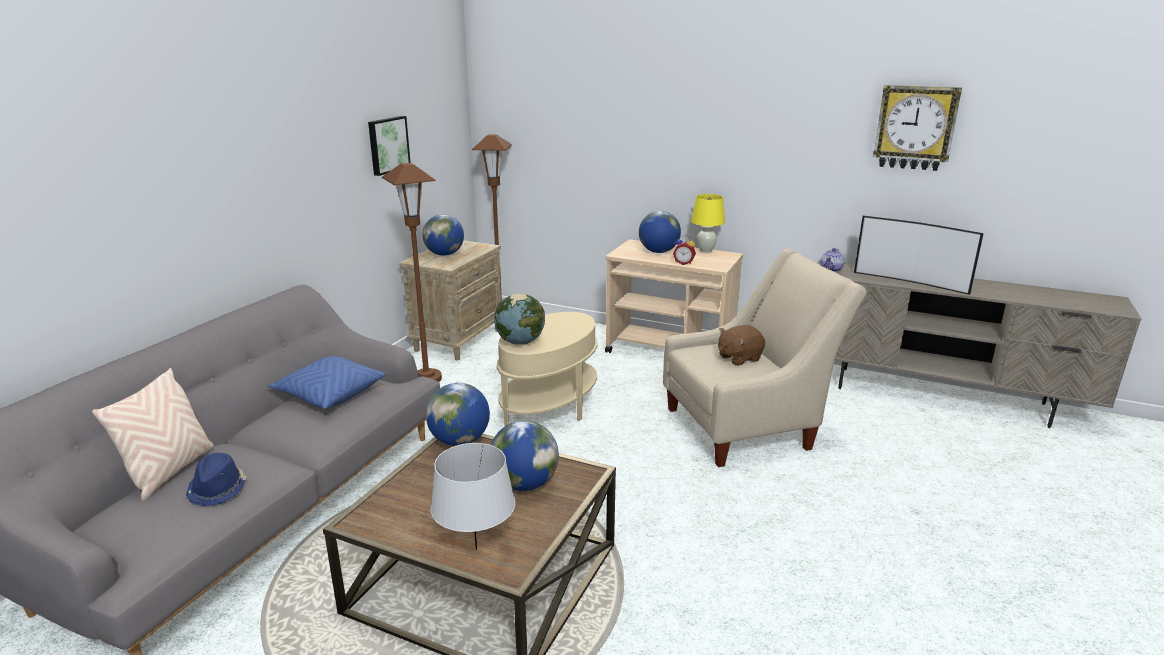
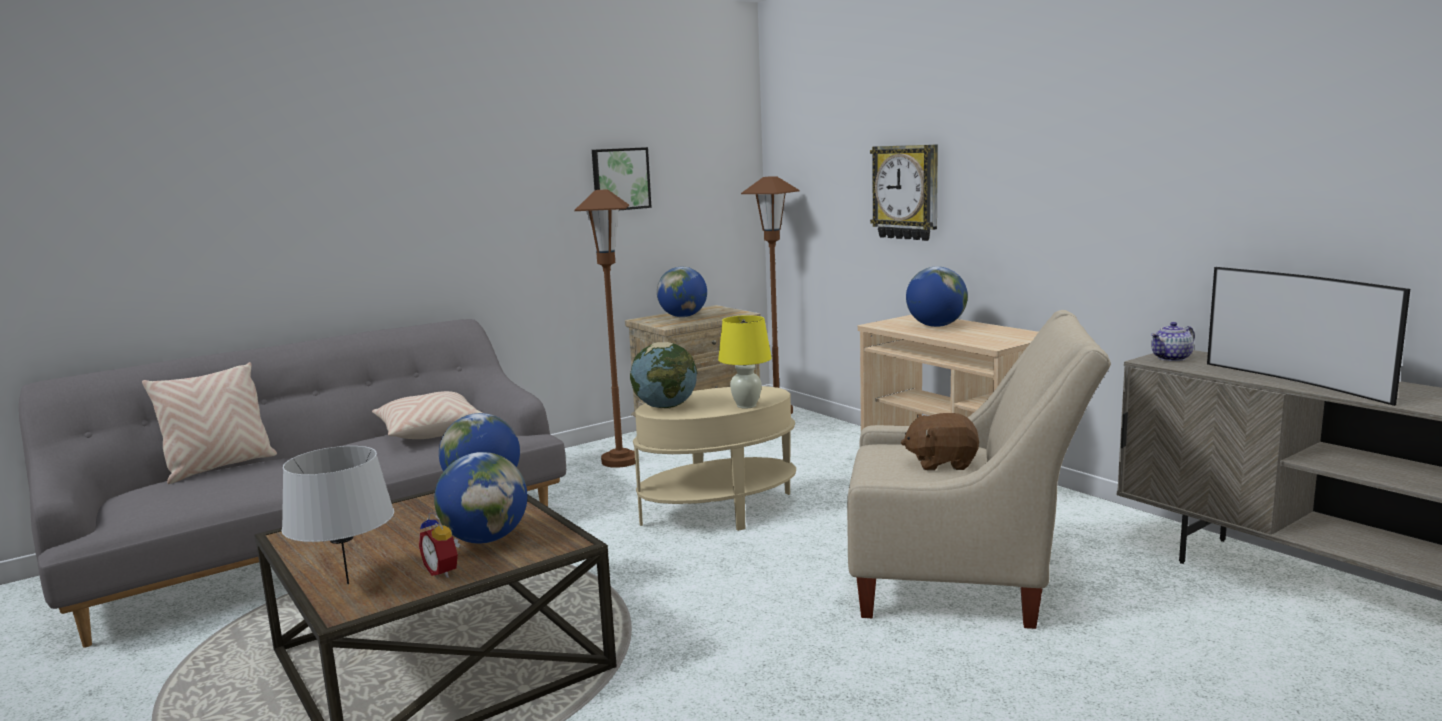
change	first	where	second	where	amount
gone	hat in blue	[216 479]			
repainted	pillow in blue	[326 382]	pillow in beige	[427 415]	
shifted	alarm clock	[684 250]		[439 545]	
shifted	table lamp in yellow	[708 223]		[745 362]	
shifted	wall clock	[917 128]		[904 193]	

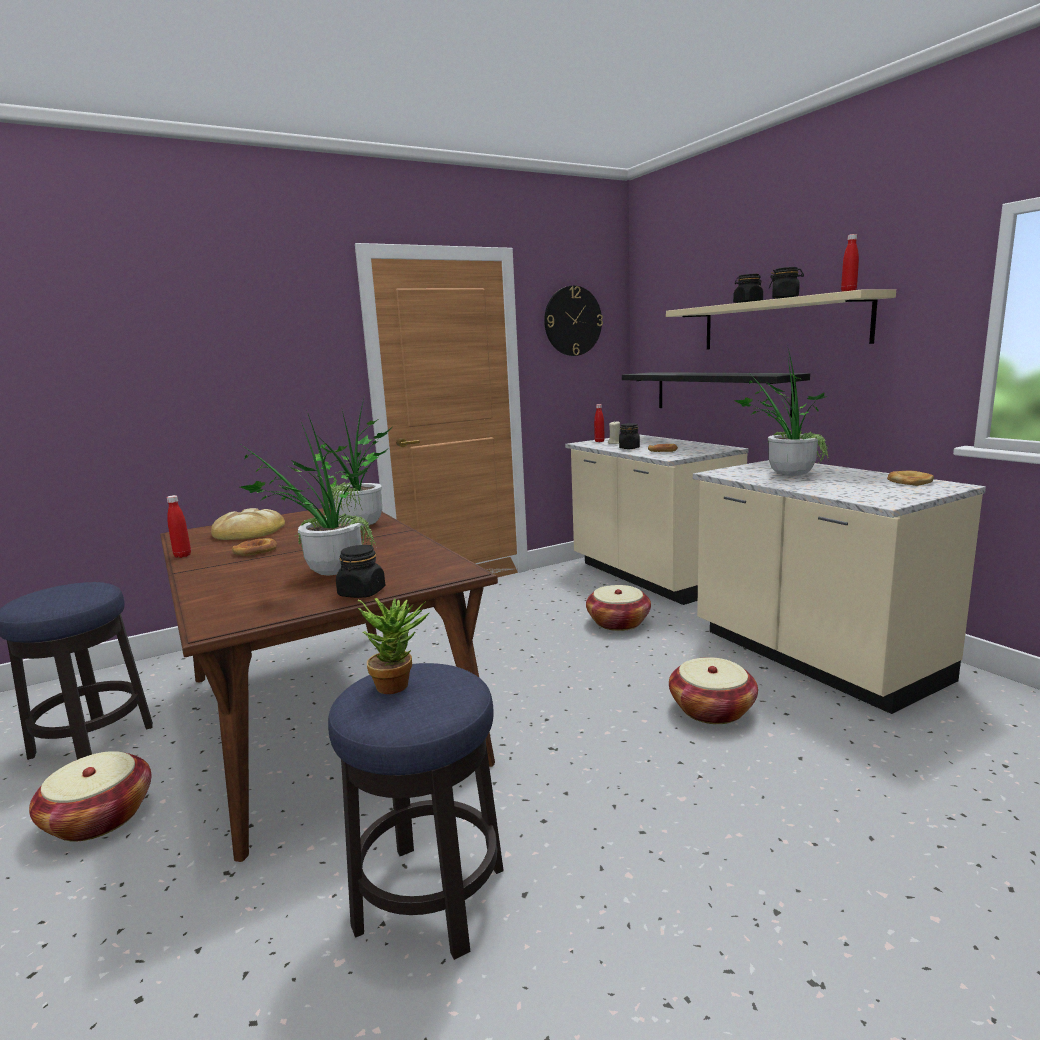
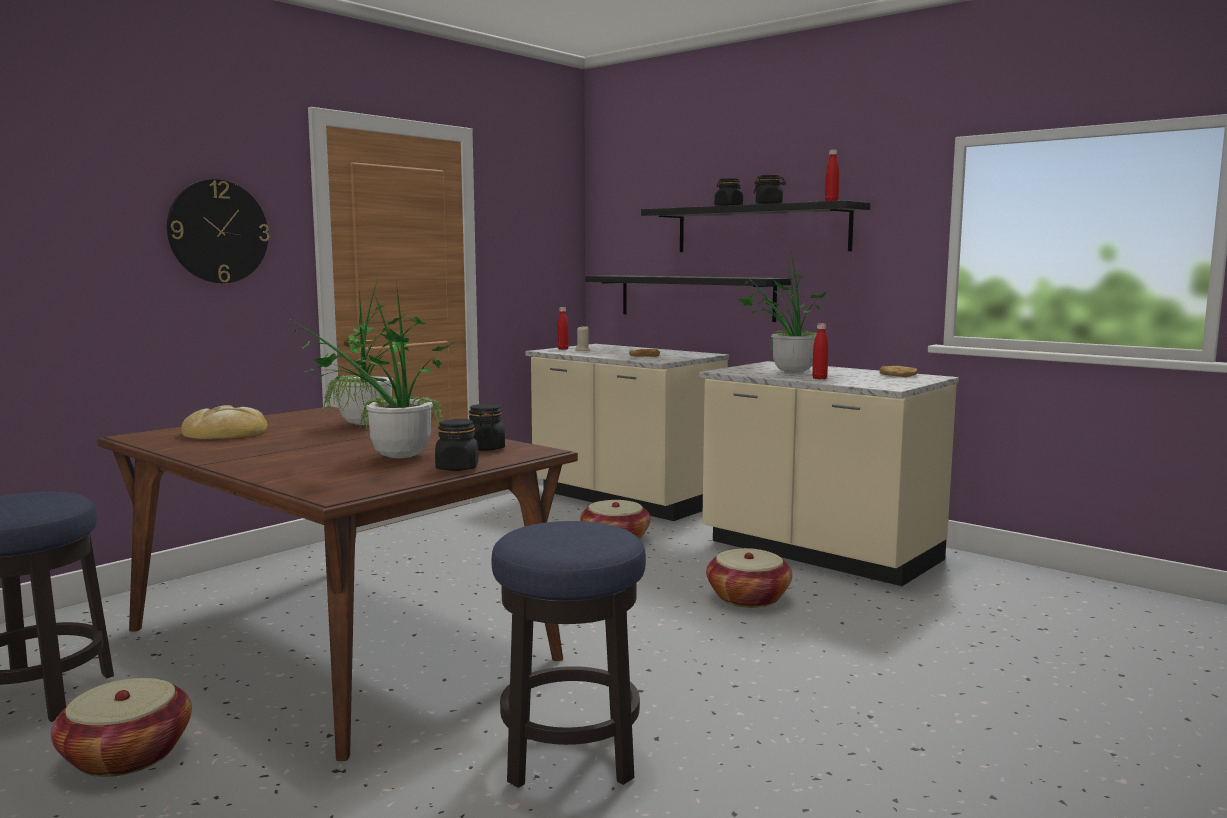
change	first	where	second	where	amount
shifted	bottle in red	[179 526]		[820 351]	
gone	bread	[254 547]			
gone	potted plant	[393 646]			
shifted	wall clock	[573 321]		[218 231]	
shifted	jar in black	[629 436]		[486 427]	
repainted	shelf in beige	[781 319]	shelf in black	[755 226]	

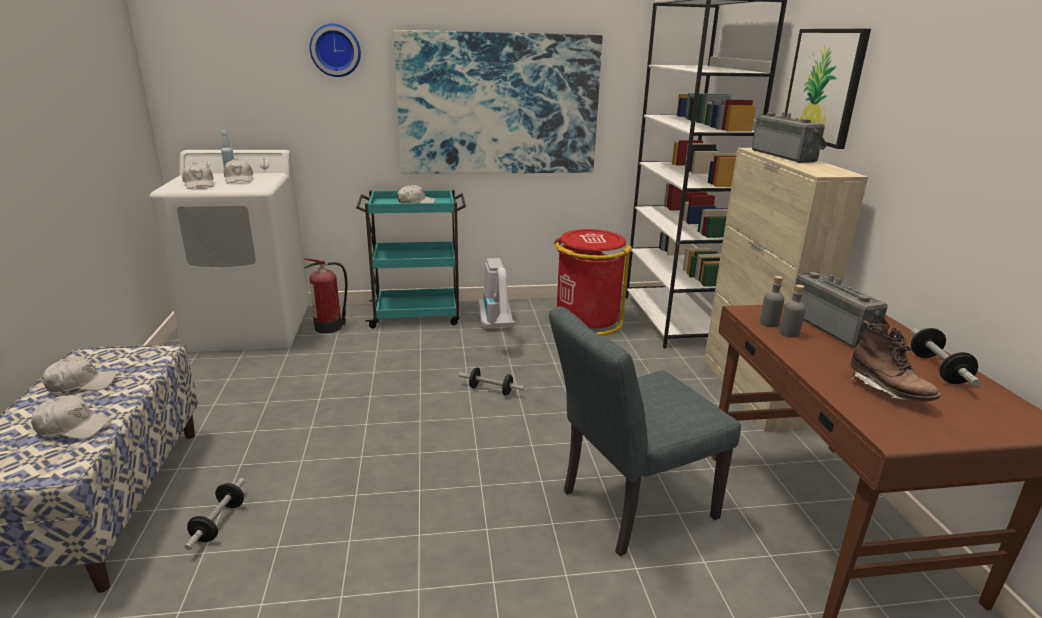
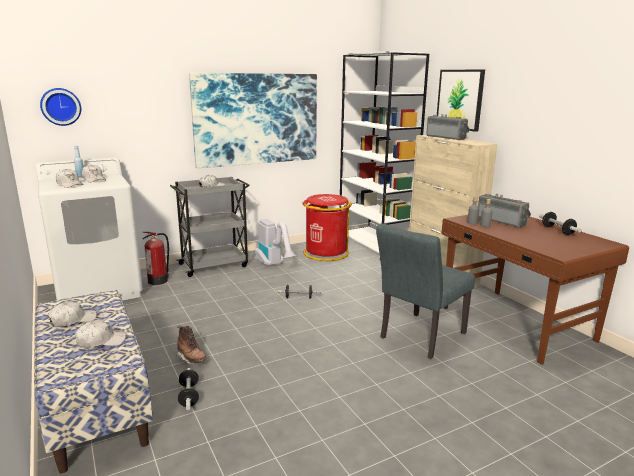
change	first	where	second	where	amount
shifted	wall clock	[335 50]		[60 107]	
repainted	cart in turquoise	[411 259]	cart in grey	[210 227]	
shifted	boot in brown	[895 360]		[191 344]	

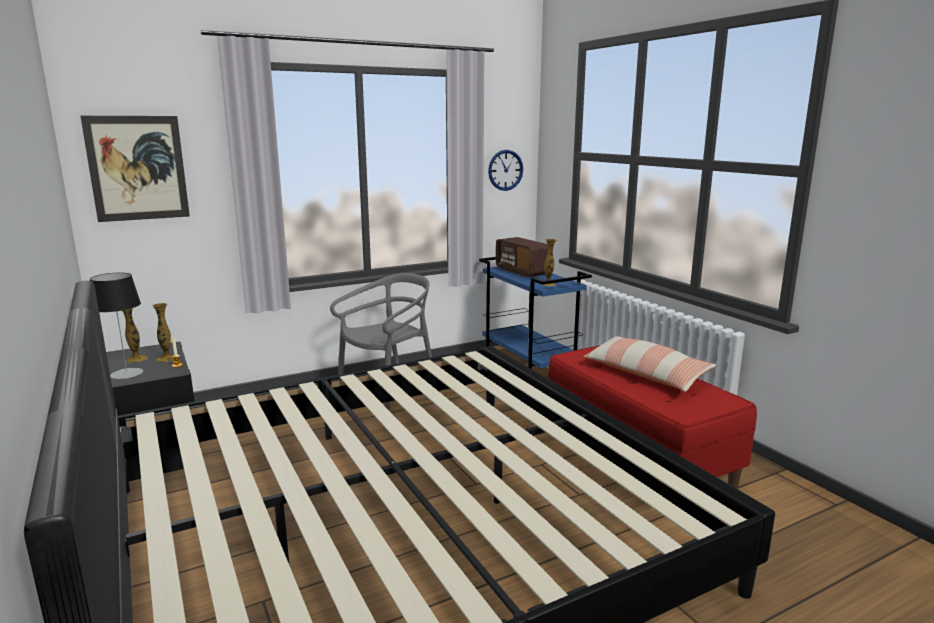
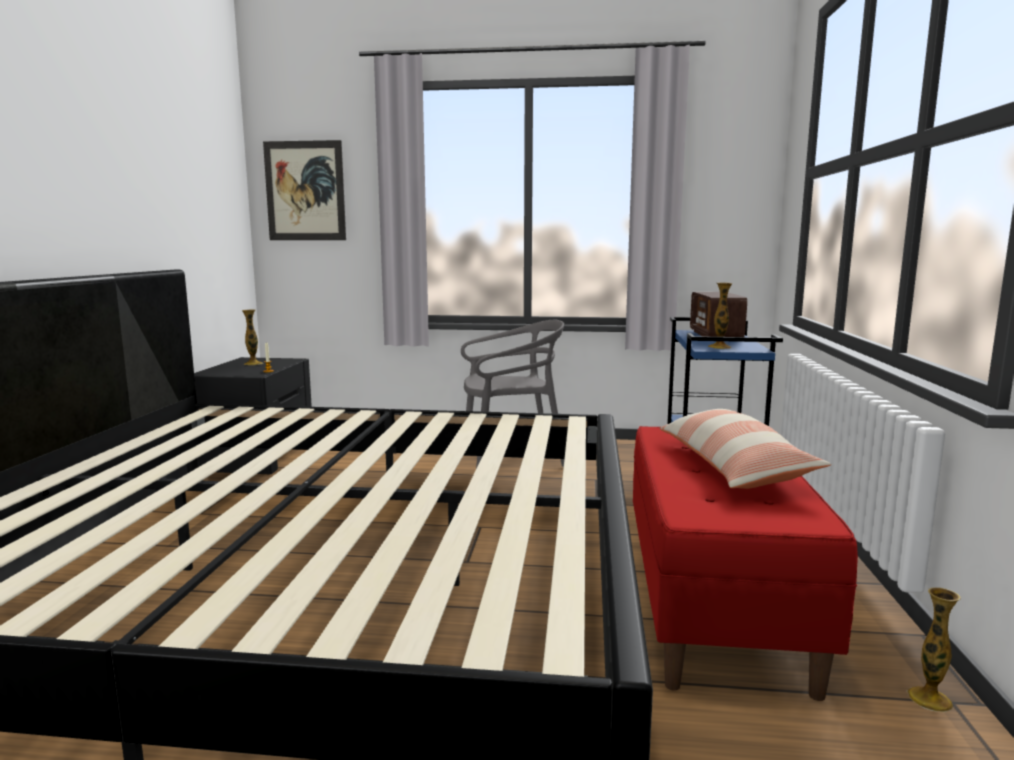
change	first	where	second	where	amount
gone	table lamp	[116 326]			
shifted	vase	[163 332]		[934 649]	
gone	wall clock	[505 170]			

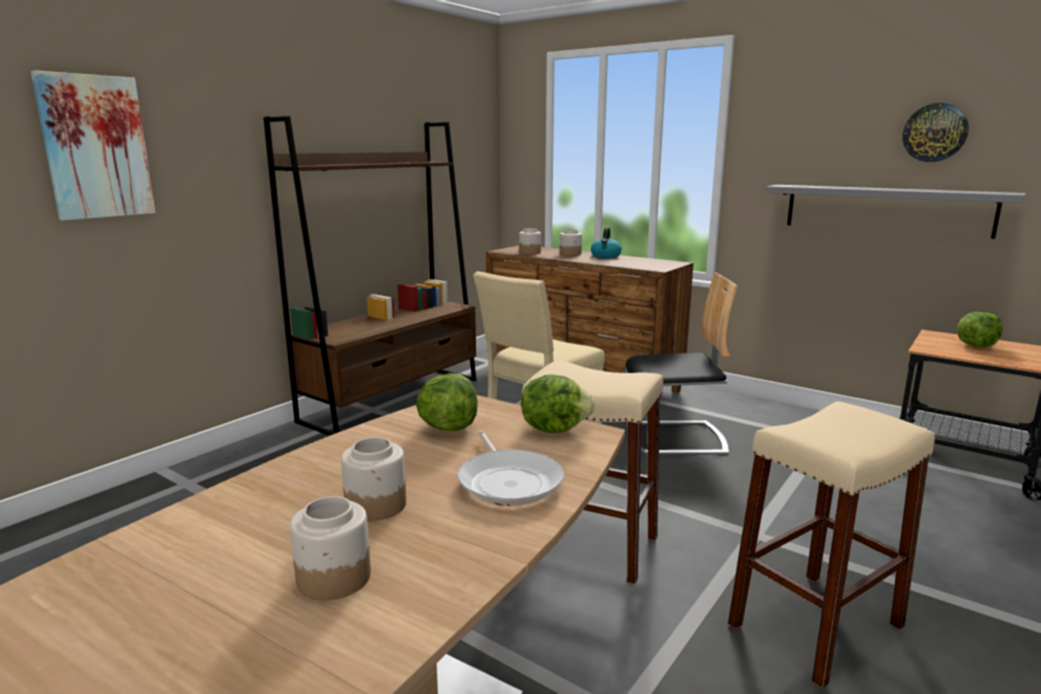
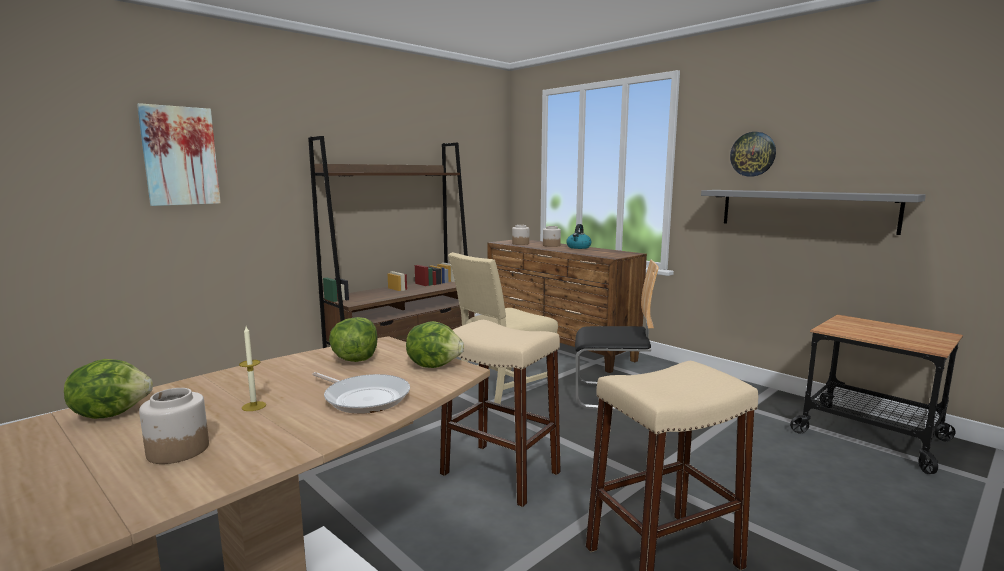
change	first	where	second	where	amount
swapped	jar	[373 479]	candle	[252 368]	
rotated	frying pan	[511 468]		[361 393]	45 degrees counterclockwise
shifted	wall clock	[935 132]		[753 154]	
shifted	lettuce	[980 330]		[108 389]	

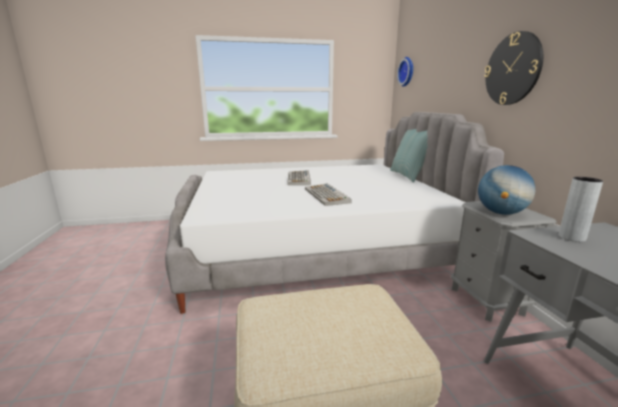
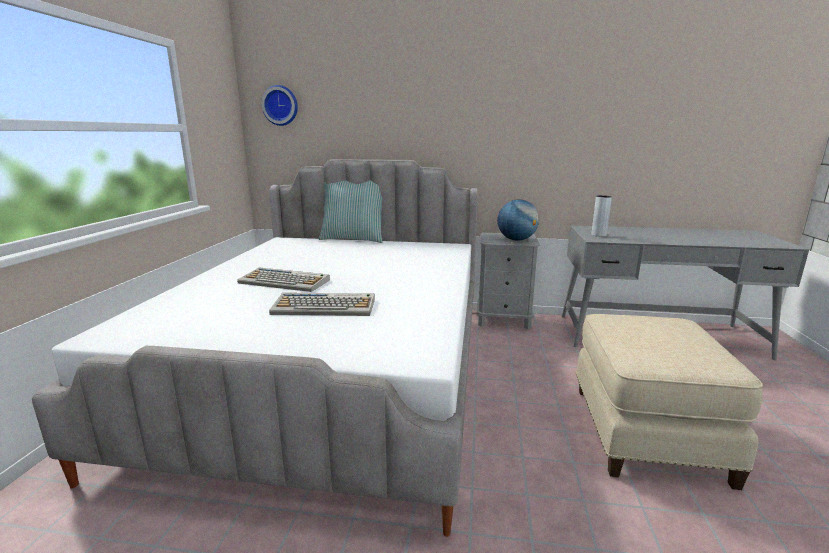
change	first	where	second	where	amount
shifted	keyboard	[328 195]		[322 304]	
gone	wall clock	[513 68]			

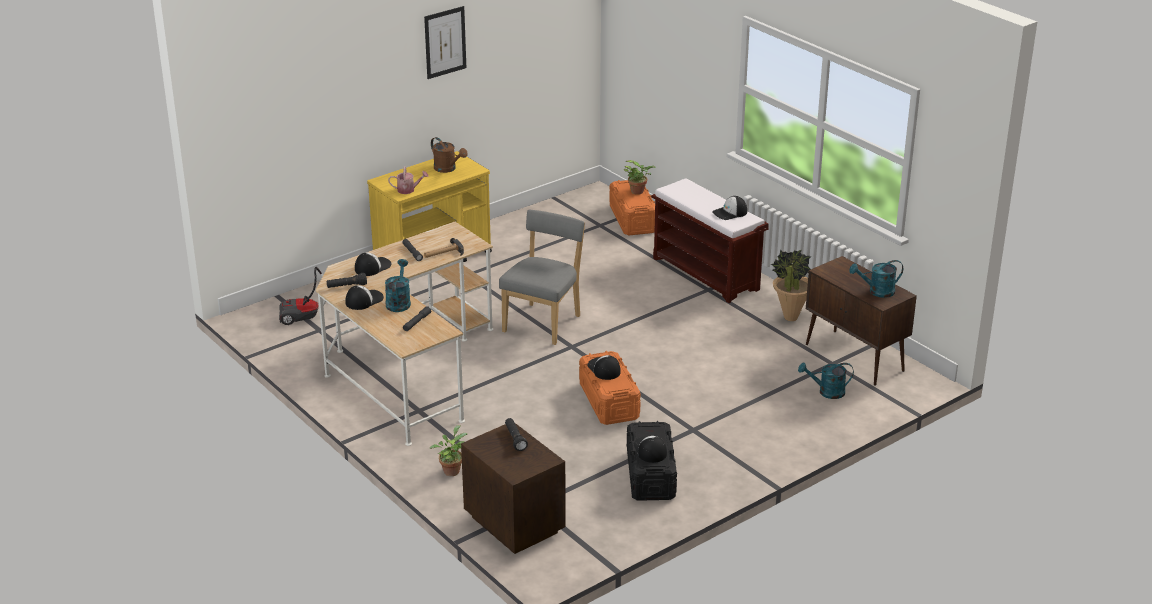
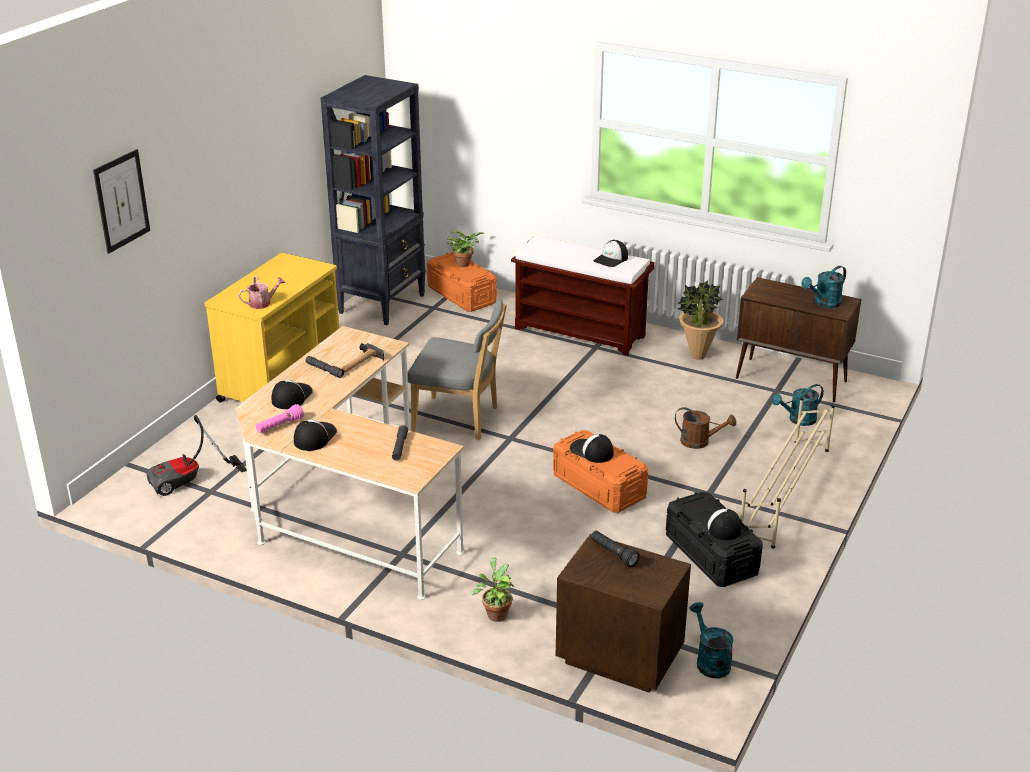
change	first	where	second	where	amount
repainted	flashlight in black	[347 280]	flashlight in pink	[280 418]	
shifted	watering can in turquoise	[398 285]		[711 640]	
shifted	picture	[445 42]		[121 201]	
shifted	watering can in brown	[449 155]		[705 428]	
rotated	chair in grey	[542 277]		[457 369]	105 degrees clockwise
new			bookcase in black	[373 200]	
new			shoe rack in beige	[787 473]	

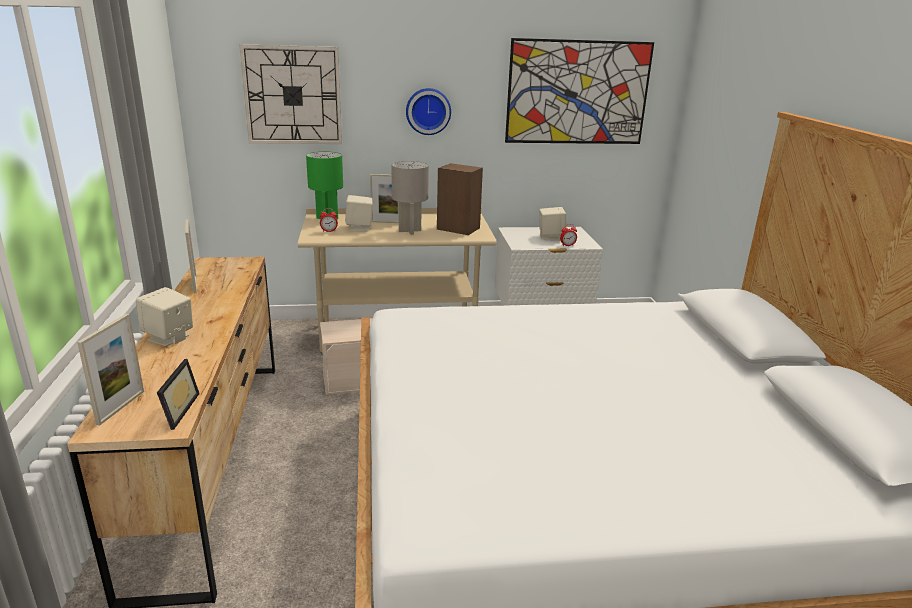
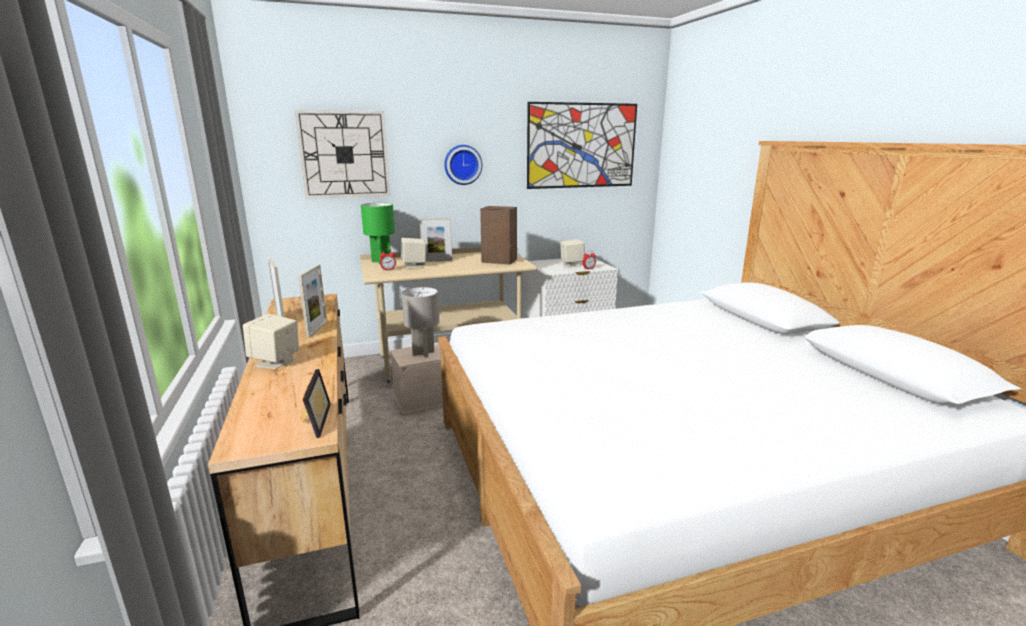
change	first	where	second	where	amount
shifted	picture frame	[110 370]		[312 301]	
shifted	table lamp in grey	[410 198]		[420 322]	

